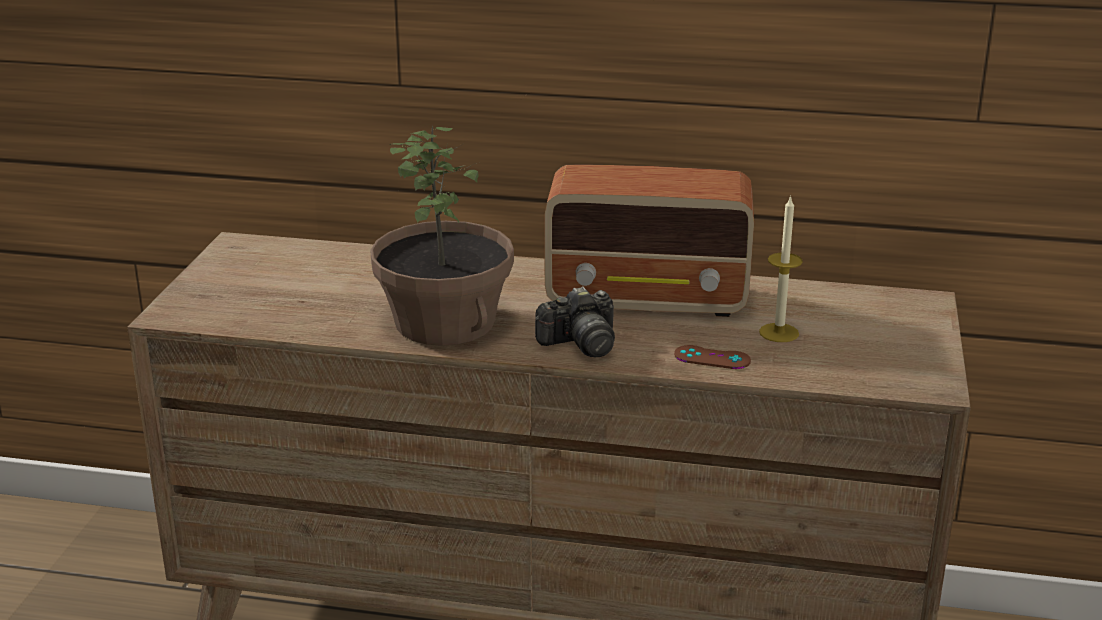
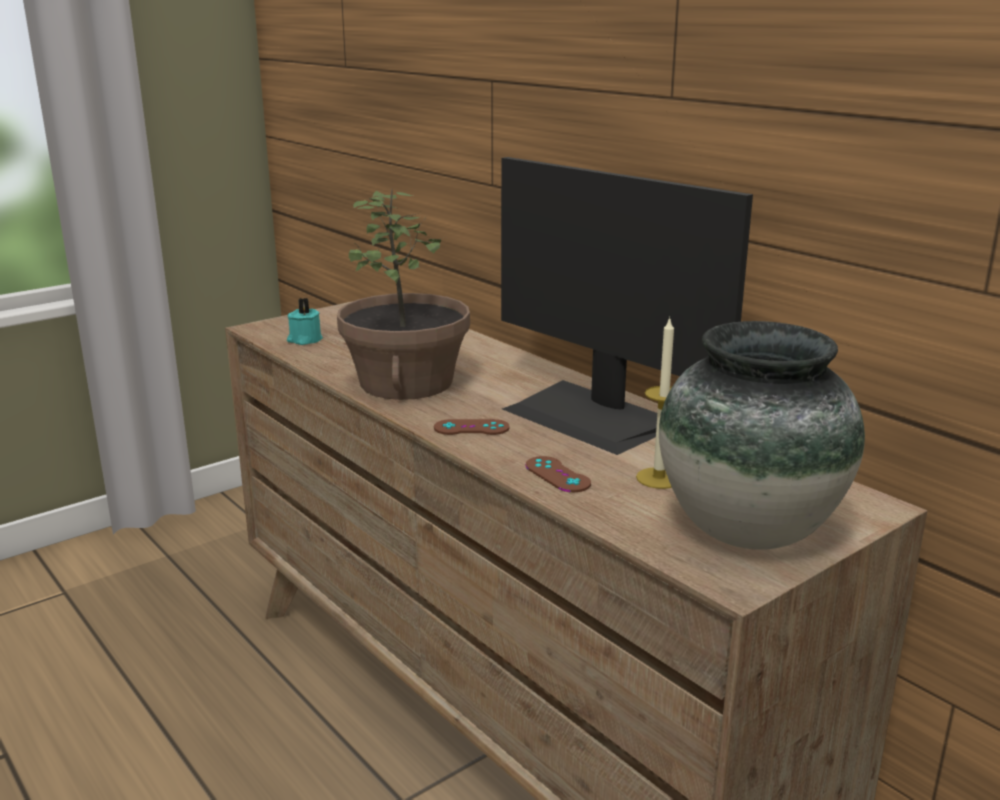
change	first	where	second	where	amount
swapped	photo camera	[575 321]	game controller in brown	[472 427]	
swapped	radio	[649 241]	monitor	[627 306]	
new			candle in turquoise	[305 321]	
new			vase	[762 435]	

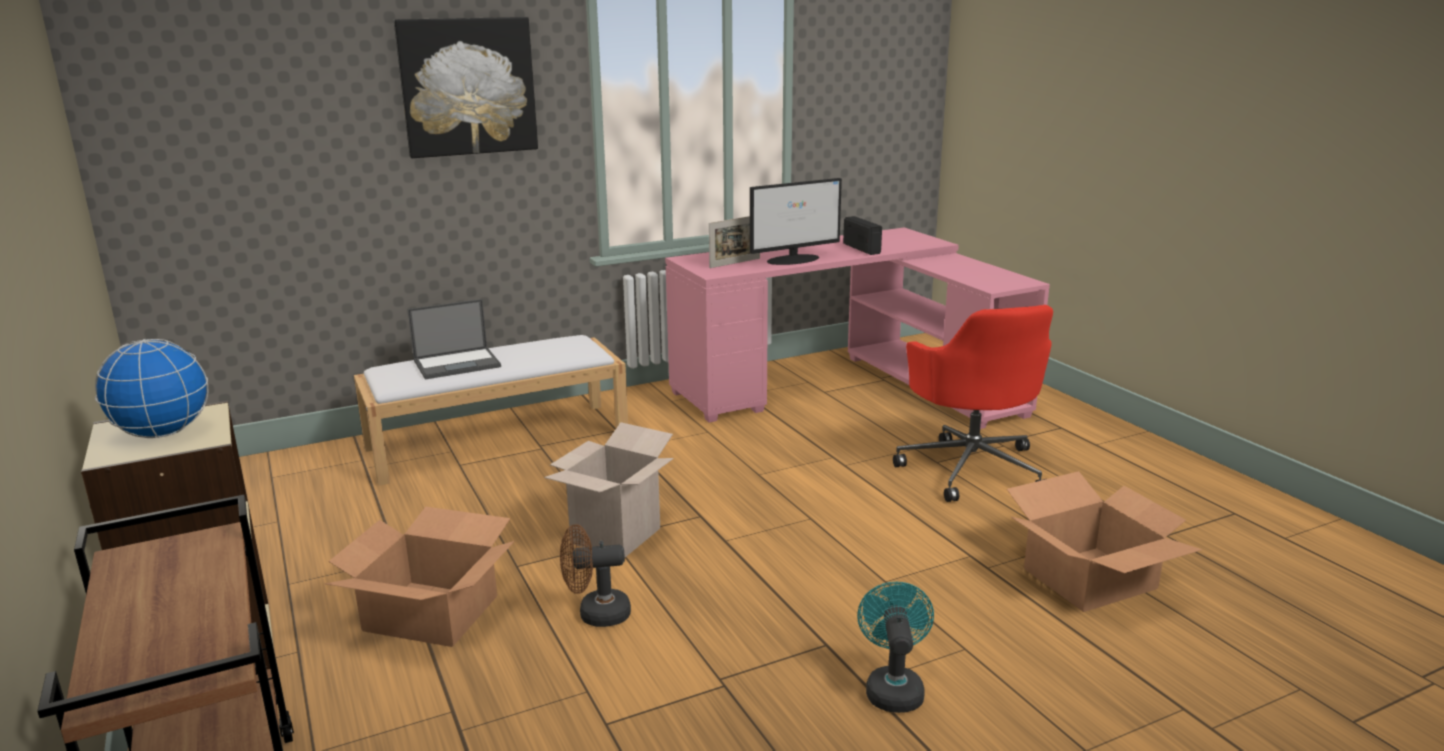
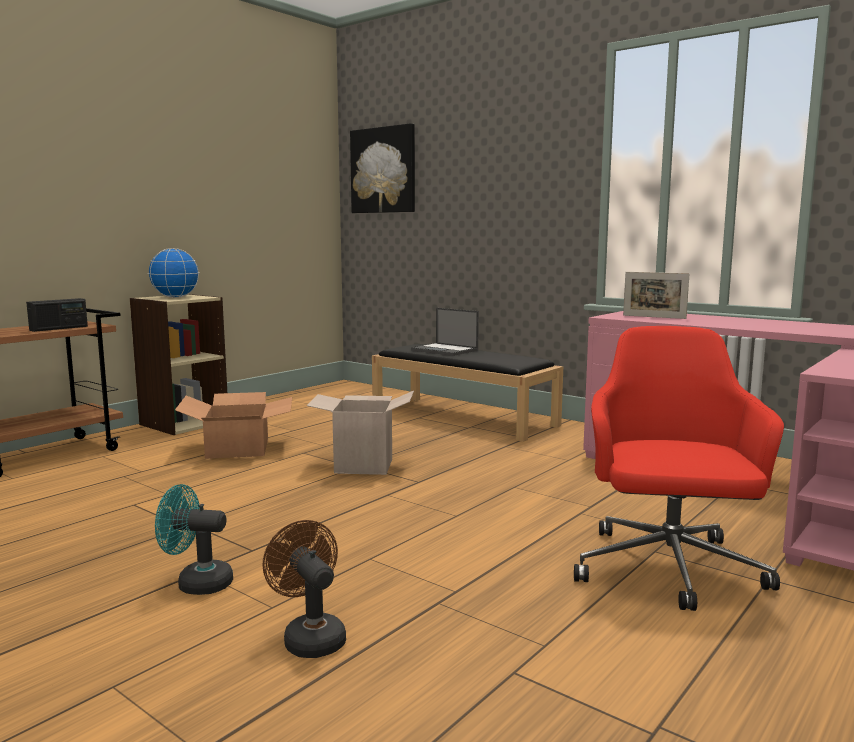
change	first	where	second	where	amount
repainted	bench in white	[491 410]	bench in black	[467 393]	
shifted	picture	[465 87]		[382 168]	
shifted	fan in brown	[595 575]		[304 589]	
gone	monitor	[796 221]			
shifted	radio	[862 235]		[57 315]	
rotated	fan in turquoise	[895 647]		[194 539]	150 degrees counterclockwise
rotated	office chair in red	[973 403]		[679 468]	135 degrees clockwise
gone	cardboard box	[1104 541]			

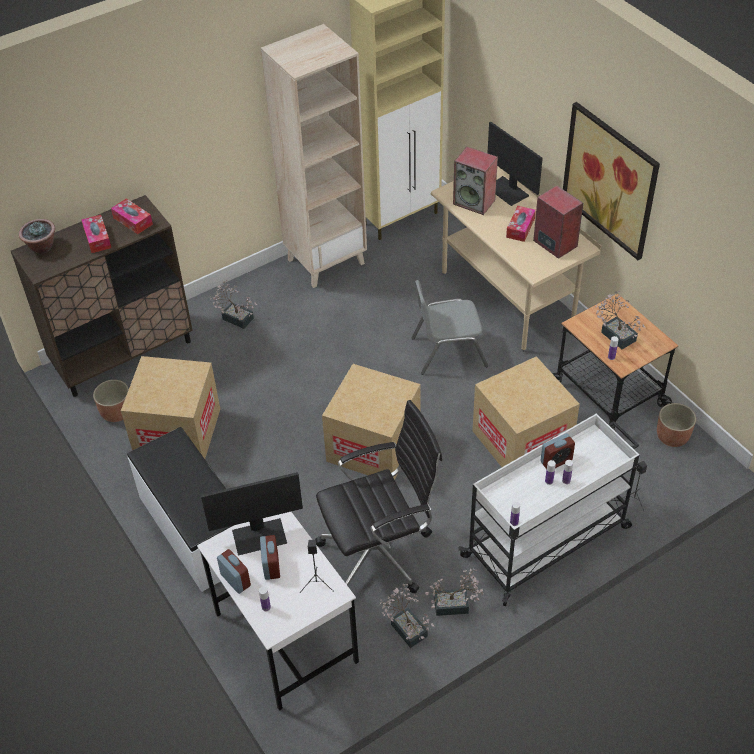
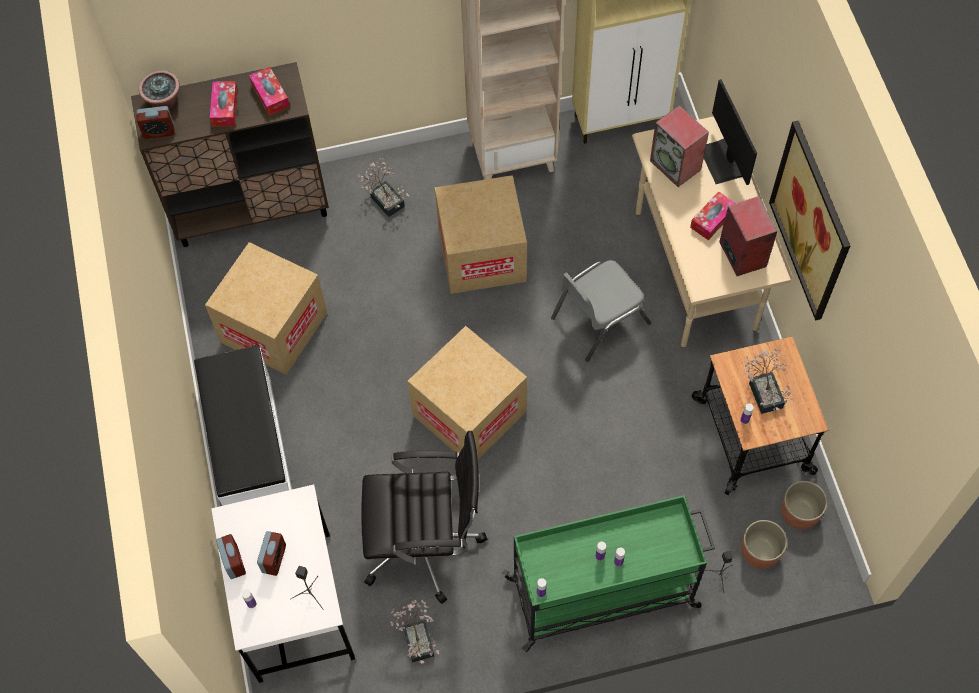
change	first	where	second	where	amount
shifted	planter	[111 401]		[764 544]	
gone	monitor	[252 514]			
rotated	chair in grey	[449 327]		[601 311]	45 degrees counterclockwise
gone	potted plant	[454 592]			
repainted	cart in white	[548 509]	cart in green	[608 573]	
shifted	cardboard box	[526 411]		[481 234]	
shifted	alarm clock	[557 451]		[155 122]	

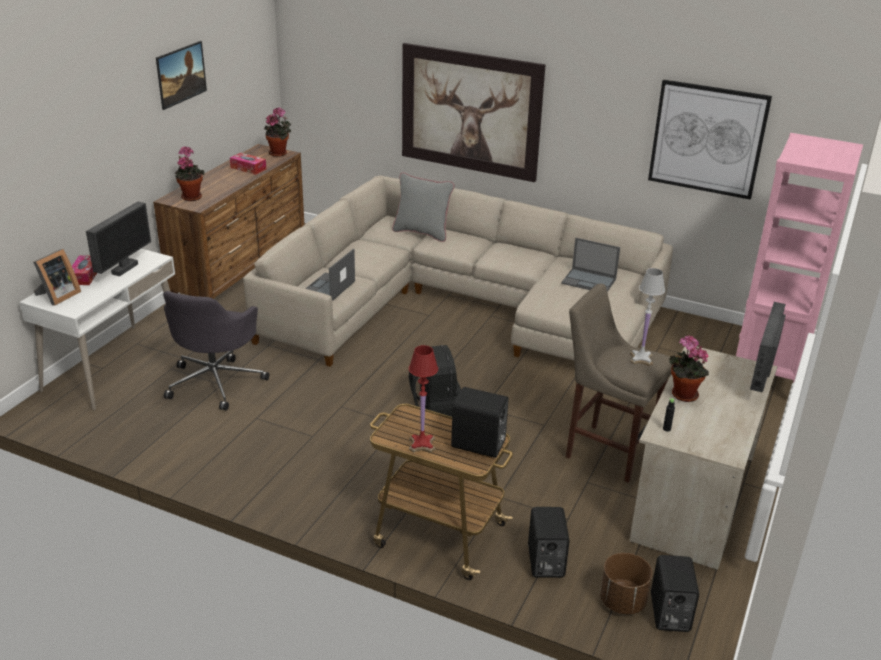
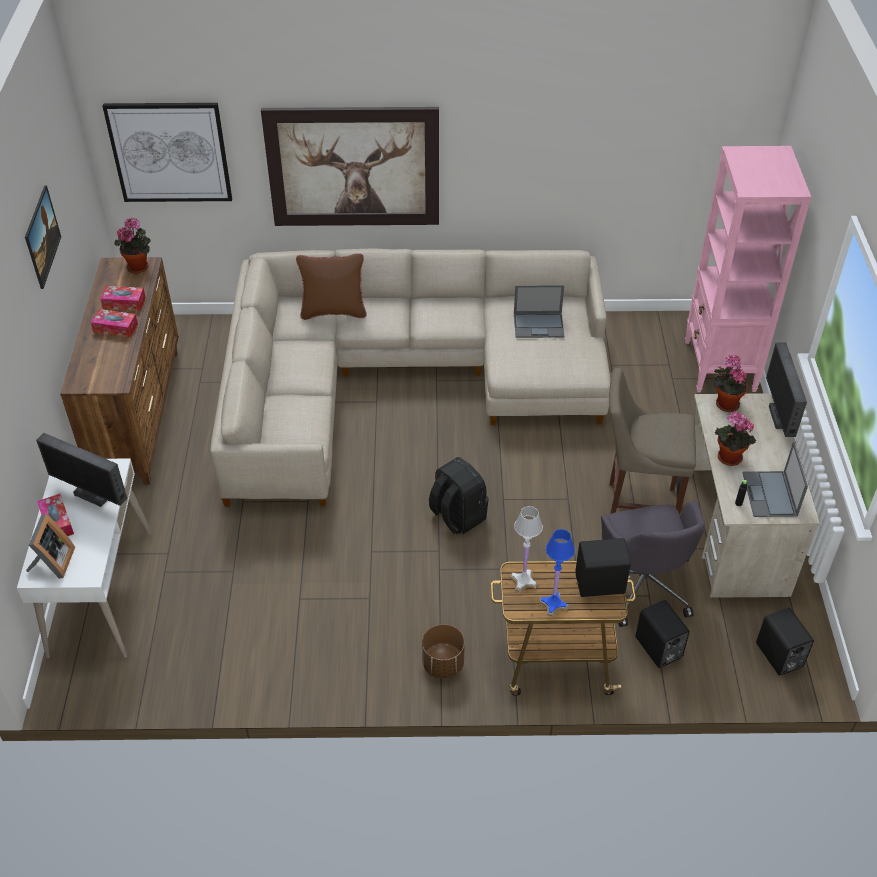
change	first	where	second	where	amount
rotated	monitor	[118 239]		[81 470]	120 degrees clockwise
shifted	office chair in grey	[216 351]		[653 564]	
shifted	potted plant	[190 174]		[731 383]	
shifted	laptop	[330 275]		[775 479]	
repainted	pillow in grey	[423 207]	pillow in brown	[331 286]	
repainted	table lamp in red	[423 399]	table lamp in blue	[557 573]	
shifted	planter in brown	[626 584]		[443 651]	
shifted	table lamp in white	[647 317]		[526 549]	
shifted	picture	[710 139]		[167 152]	
new			tissue box	[114 323]	

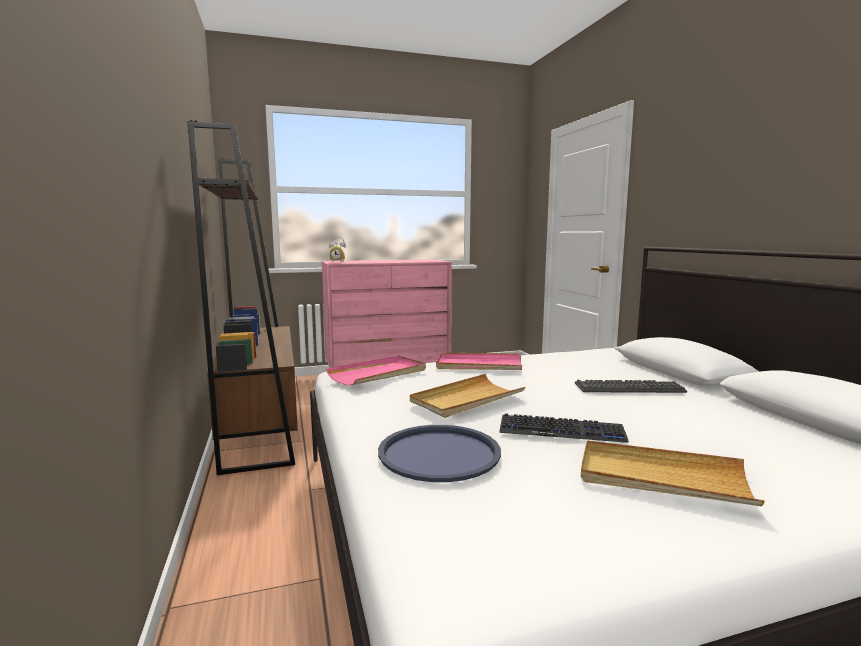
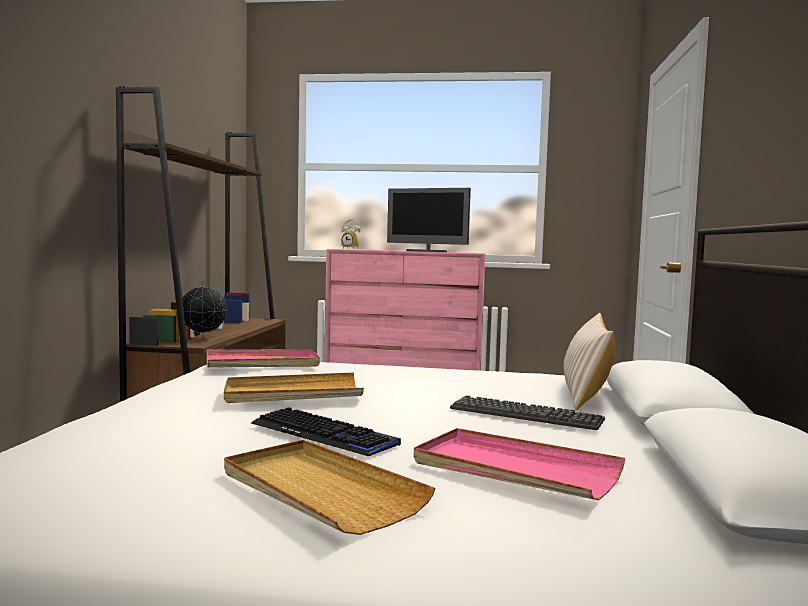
change	first	where	second	where	amount
gone	tray in blue	[439 453]			
shifted	tray in pink	[479 361]		[519 464]	
new			globe	[204 310]	
new			monitor	[429 220]	
new			pillow in beige	[589 362]	

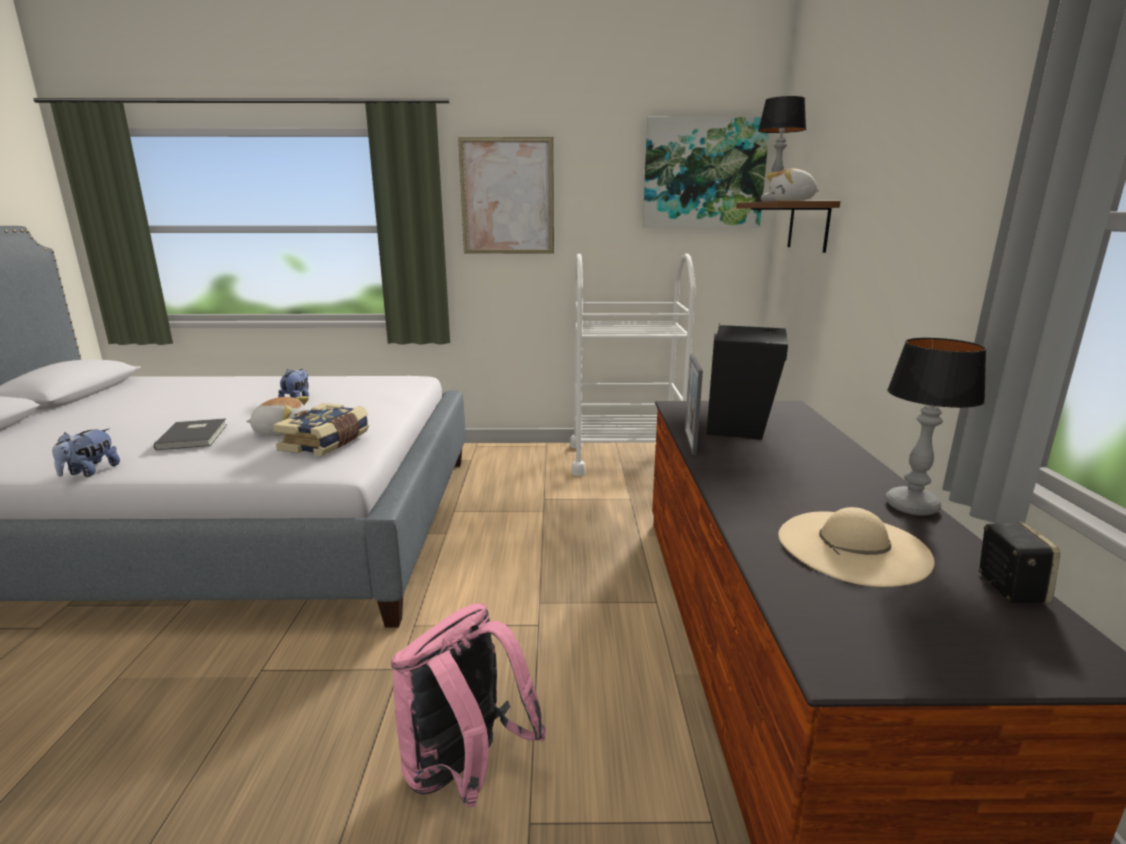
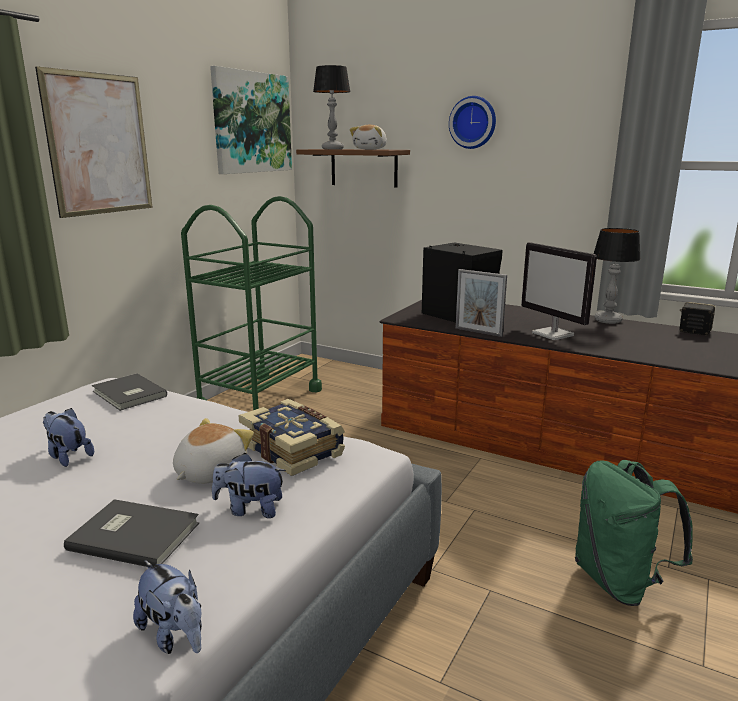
change	first	where	second	where	amount
repainted	backpack in pink	[469 705]	backpack in green	[634 533]	
repainted	cart in white	[633 364]	cart in green	[251 303]	
gone	hat in beige	[856 547]			
new			book in grey	[129 392]	
new			plush toy	[249 485]	
new			wall clock	[472 122]	
new			monitor	[559 291]	

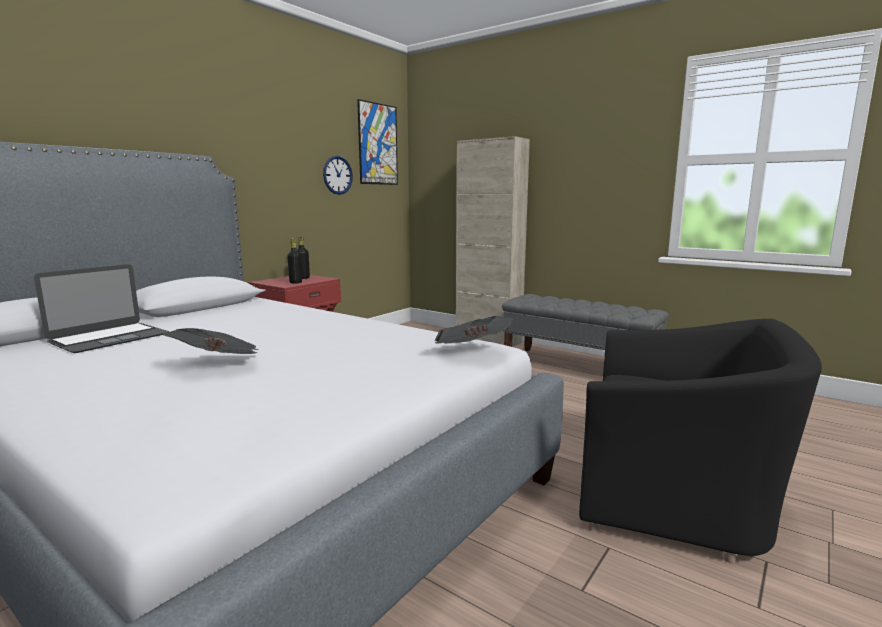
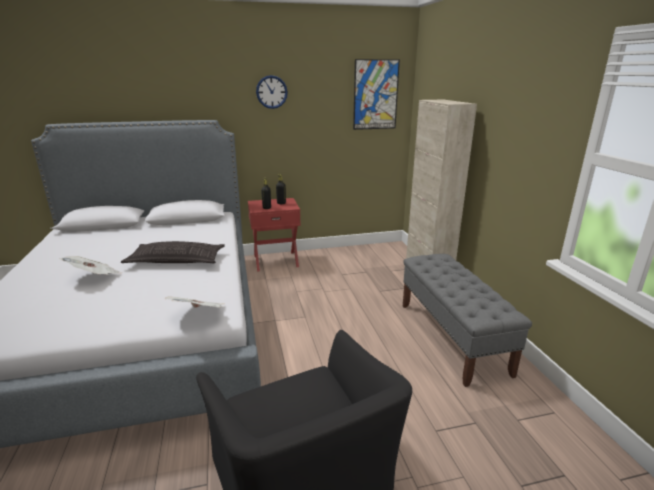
change	first	where	second	where	amount
gone	laptop	[101 308]			
shifted	wall clock	[338 175]		[272 92]	
new			pillow	[173 252]	

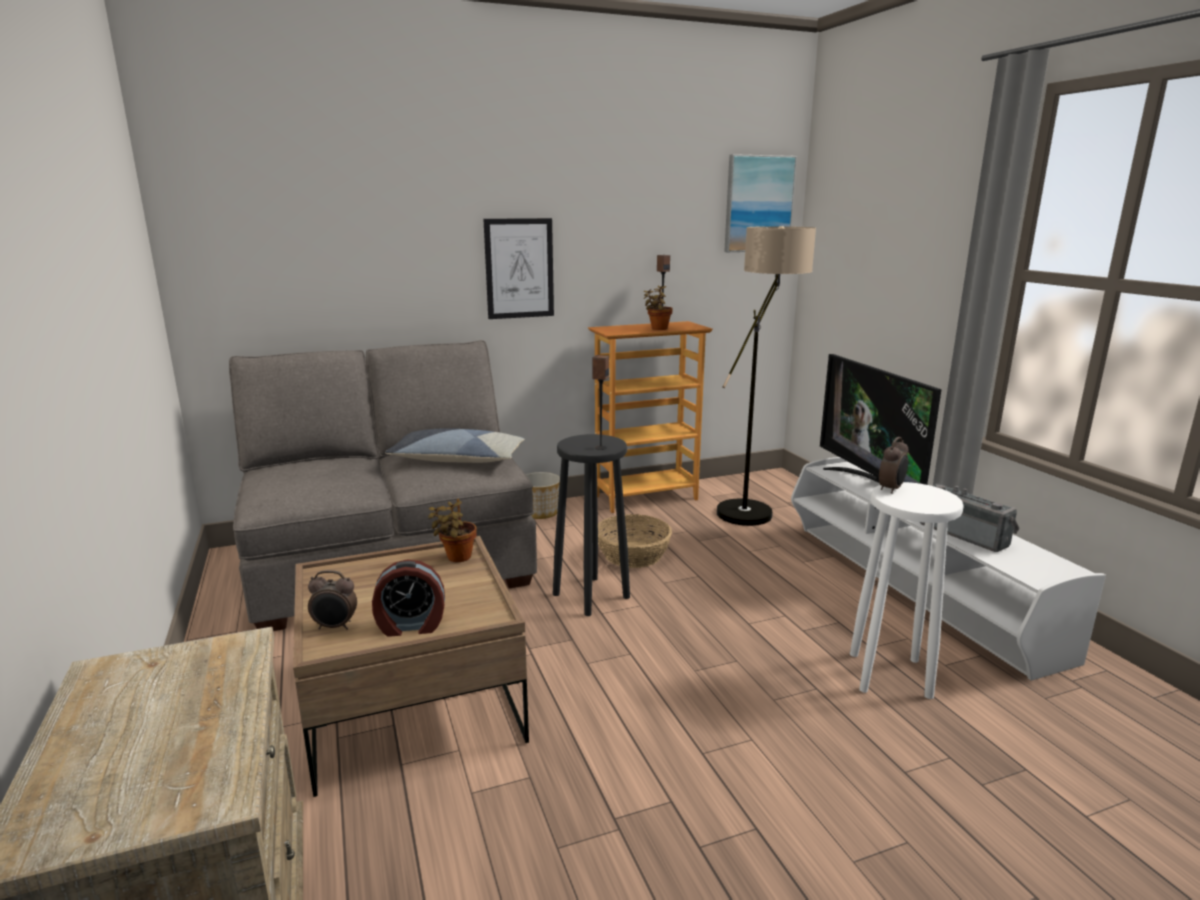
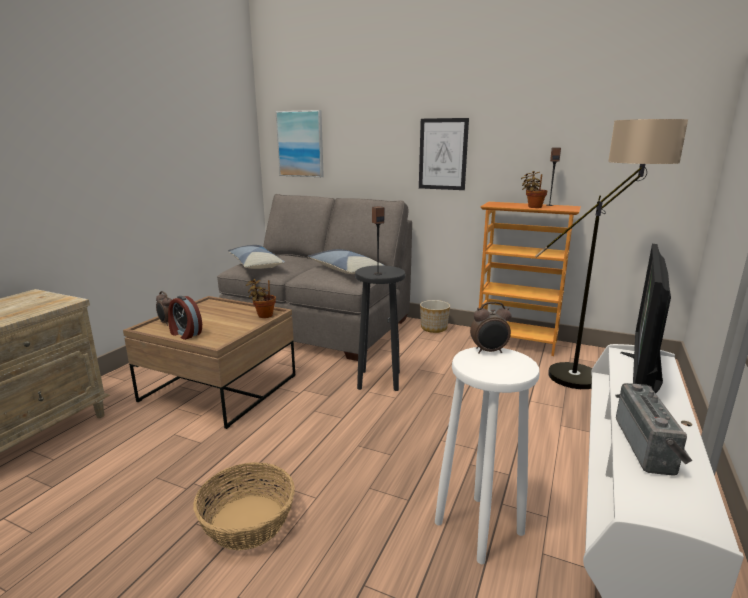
change	first	where	second	where	amount
shifted	basket	[635 541]		[244 506]	
shifted	picture	[760 203]		[300 143]	
new			pillow	[256 257]	

